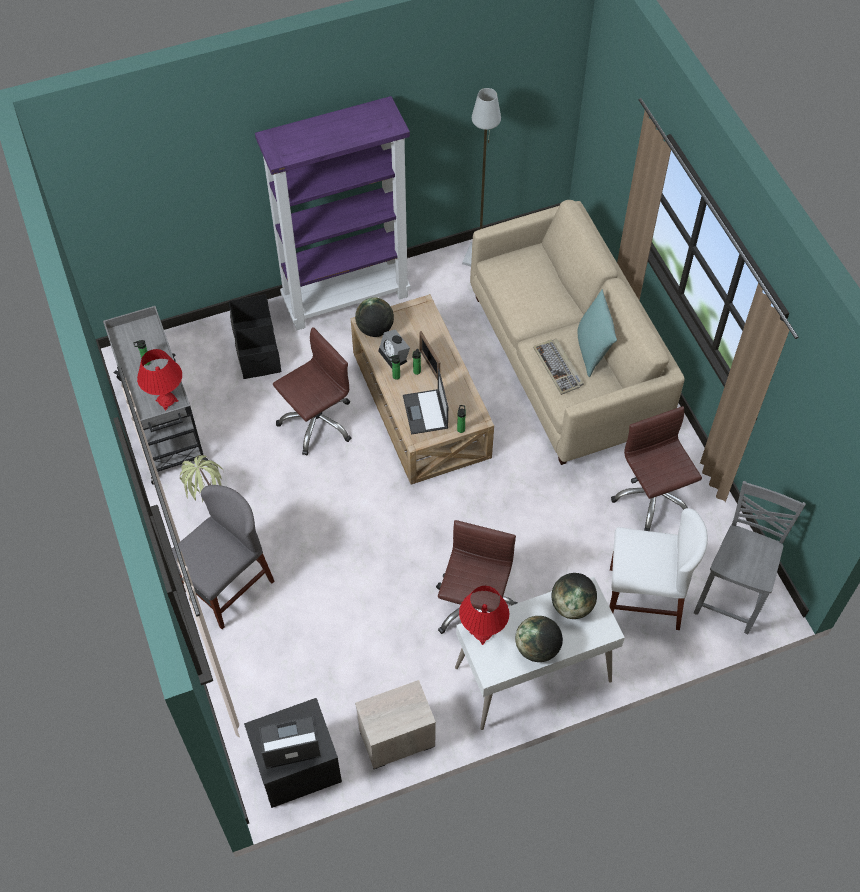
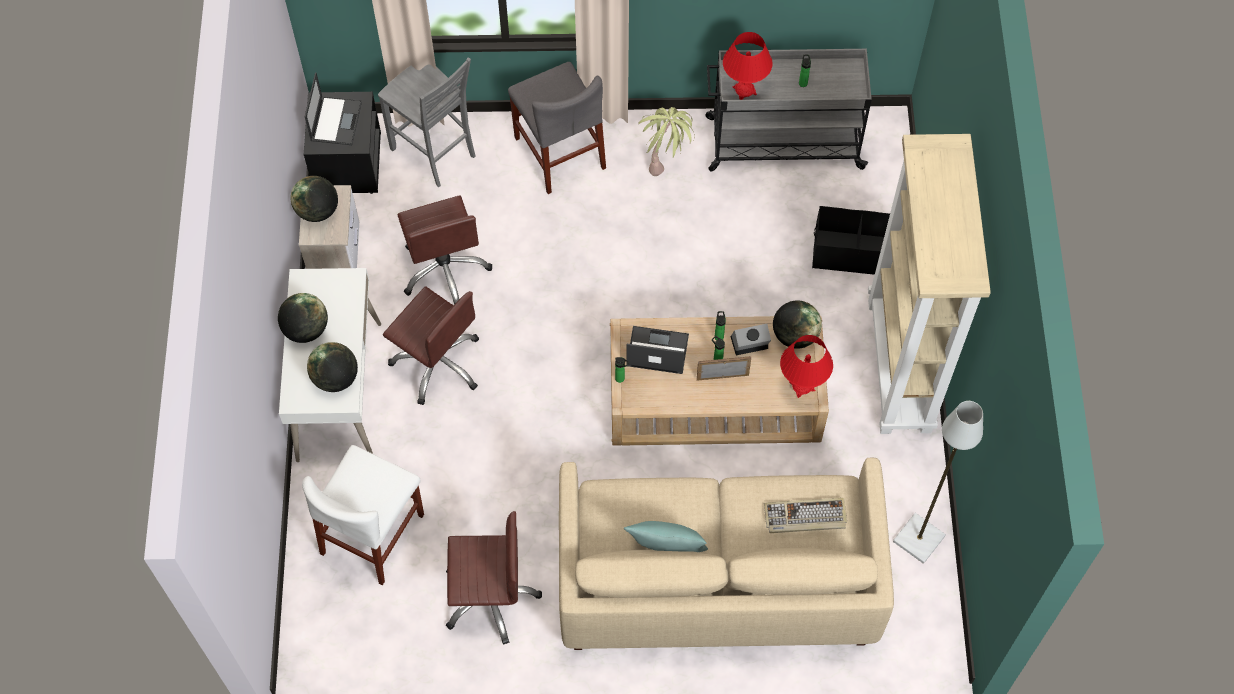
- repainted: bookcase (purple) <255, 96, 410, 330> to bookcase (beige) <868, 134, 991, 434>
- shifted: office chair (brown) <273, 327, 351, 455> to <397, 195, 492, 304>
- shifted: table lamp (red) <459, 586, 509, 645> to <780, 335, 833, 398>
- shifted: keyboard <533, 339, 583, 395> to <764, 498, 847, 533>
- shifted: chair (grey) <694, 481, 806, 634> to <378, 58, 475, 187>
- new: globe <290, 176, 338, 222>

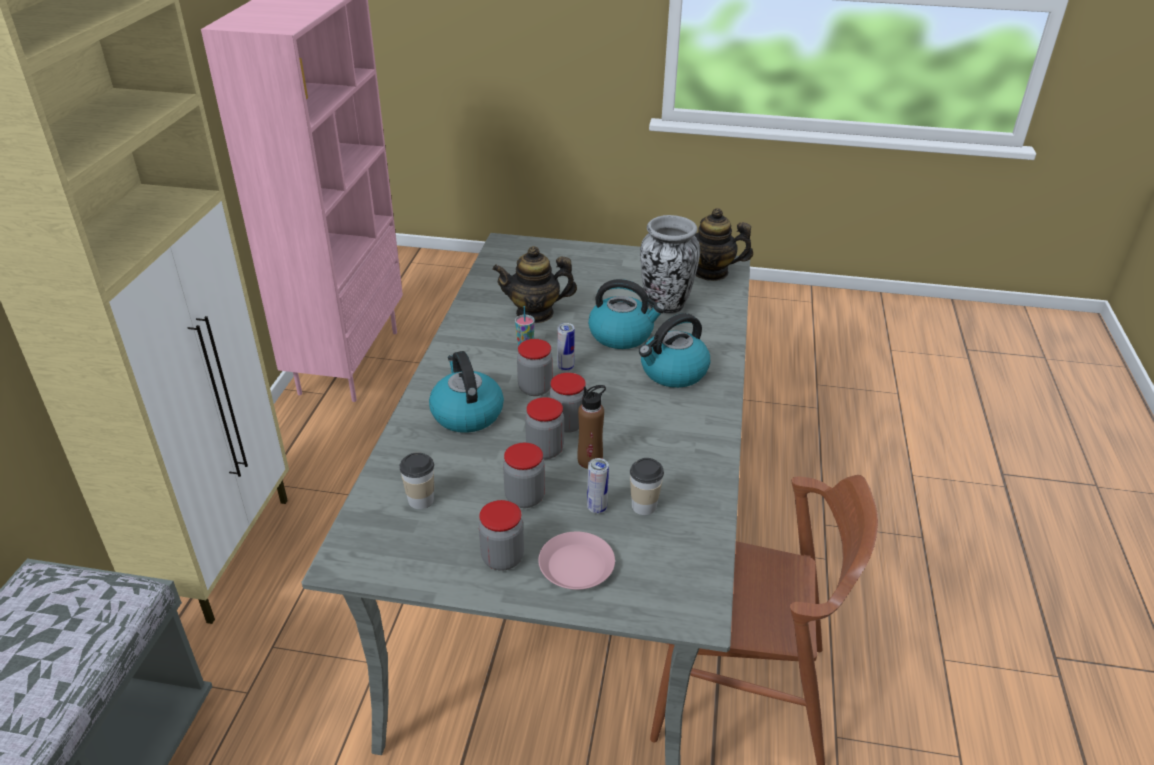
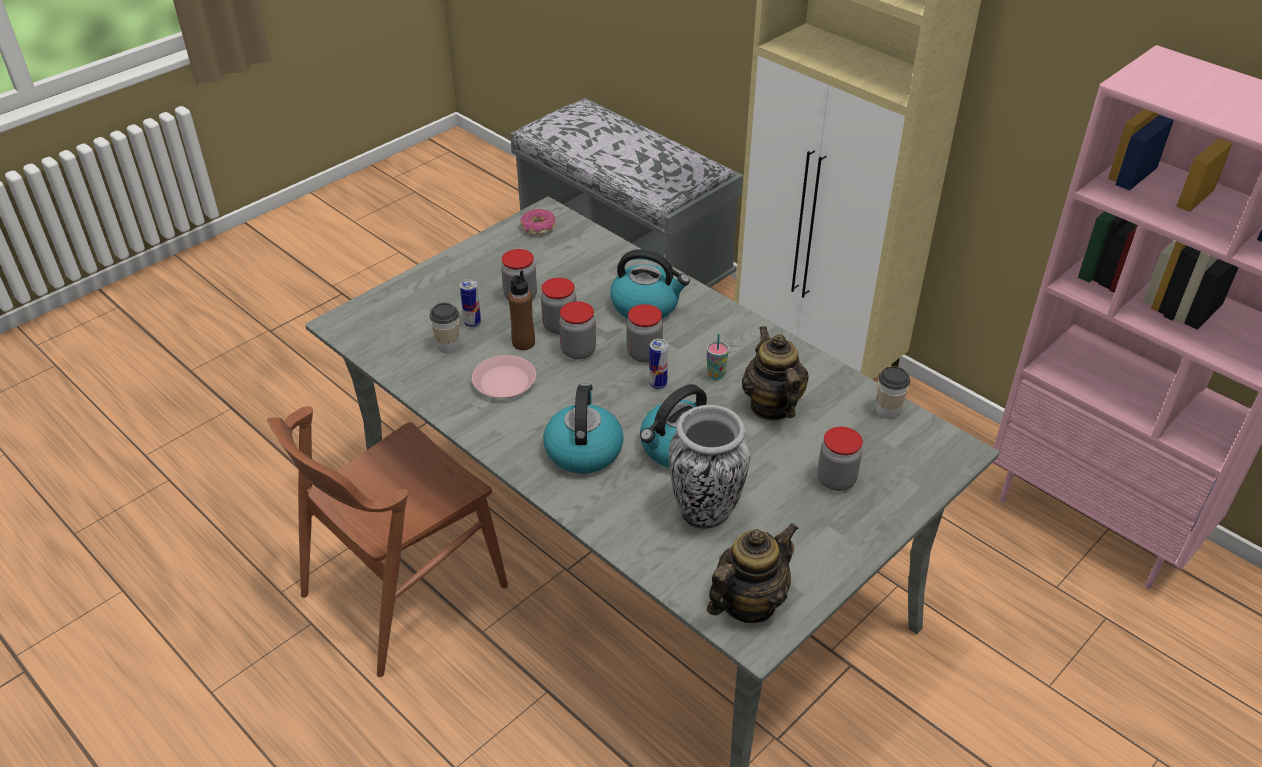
- shifted: cup <400, 452, 434, 509> to <876, 366, 910, 419>
- shifted: jar <479, 500, 524, 571> to <818, 427, 863, 491>
- rotated: teapot <492, 246, 577, 323> = <742, 326, 809, 421> 45 degrees counterclockwise
- shifted: plate (pink) <538, 532, 615, 590> to <472, 355, 536, 398>
- new: donut <520, 209, 556, 235>

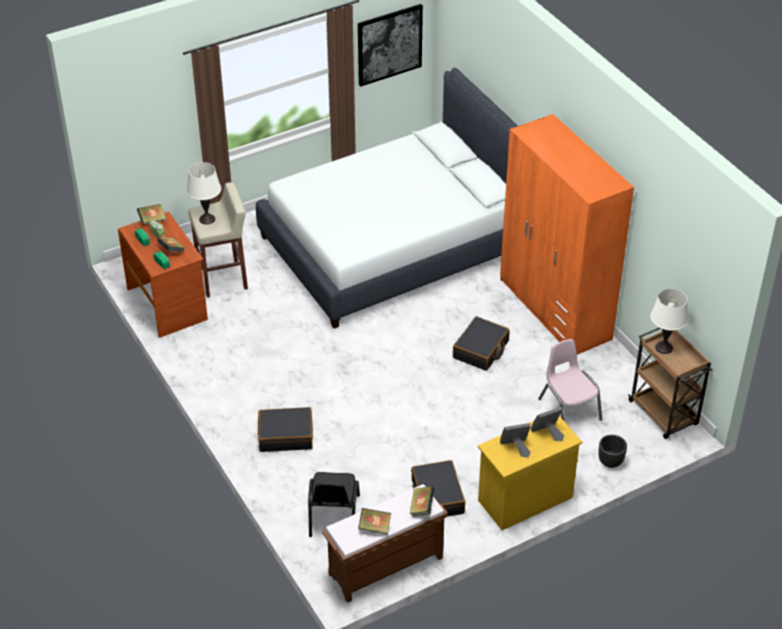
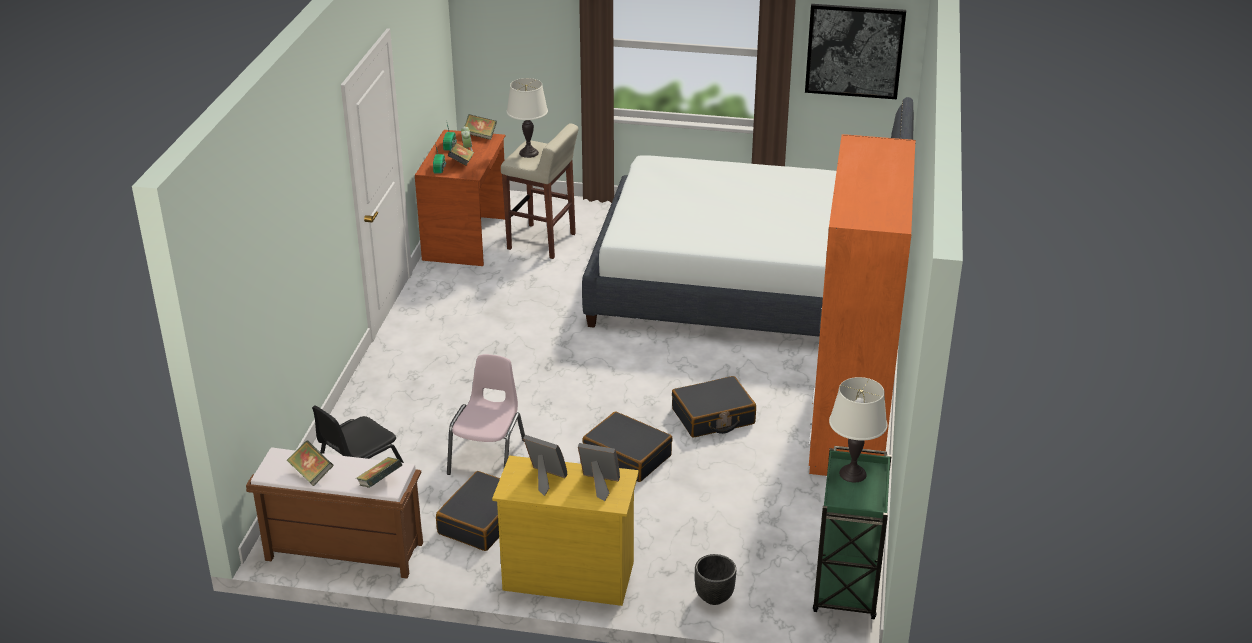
- shifted: suitcase (black) <258, 407, 313, 452> to <582, 411, 673, 482>
- shifted: chair (pink) <538, 339, 602, 421> to <447, 354, 525, 475>
- repainted: cart (brown) <628, 328, 712, 439> to cart (green) <813, 446, 892, 619>

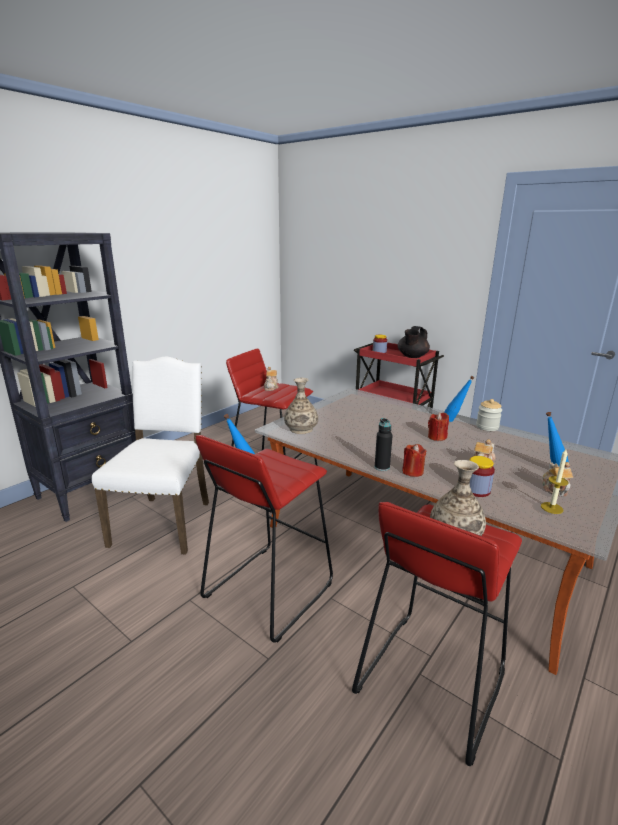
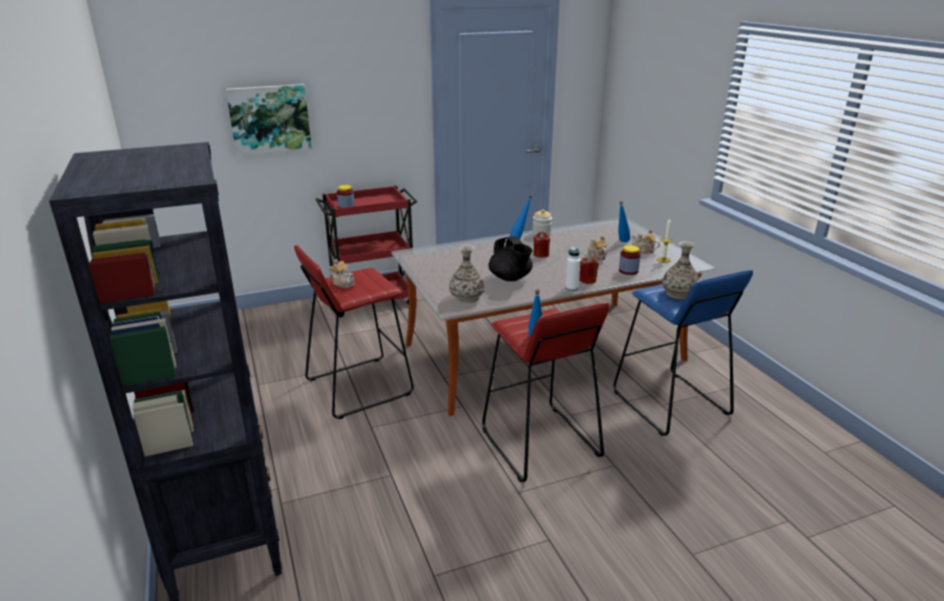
- gone: chair (white) <92, 356, 209, 555>
- repainted: stool (red) <352, 502, 522, 766> to stool (blue) <614, 269, 753, 436>
- repainted: bottle (black) <375, 418, 393, 471> to bottle (white) <565, 247, 581, 291>
- shifted: teapot (black) <398, 326, 430, 358> to <488, 236, 533, 281>
- new: picture <226, 84, 312, 156>

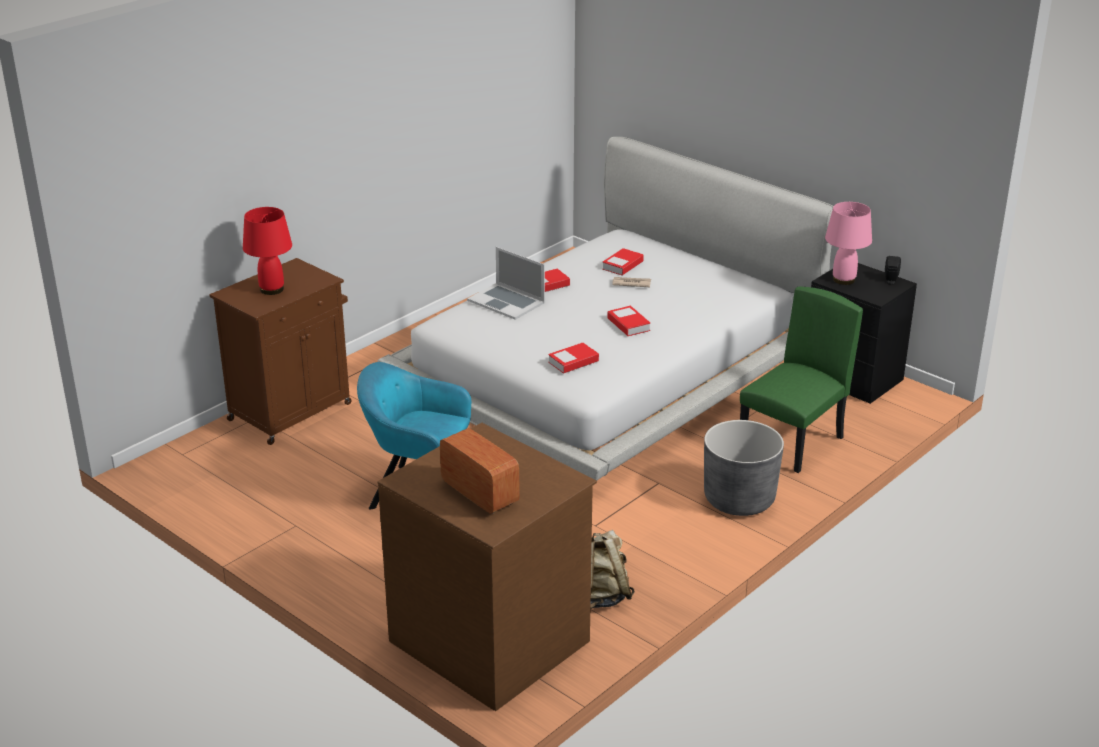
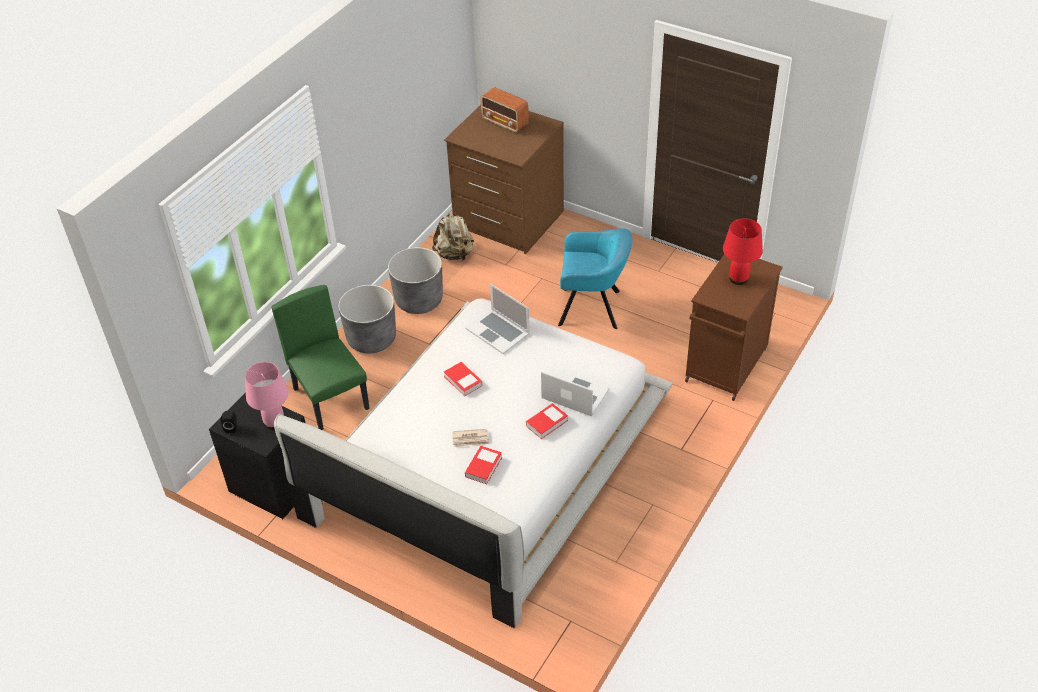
- swapped: book <548, 343, 599, 374> to laptop <465, 283, 530, 354>
- rotated: chair (green) <740, 286, 863, 473> = <271, 285, 370, 430> 120 degrees clockwise
- new: planter (grey) <388, 247, 443, 314>

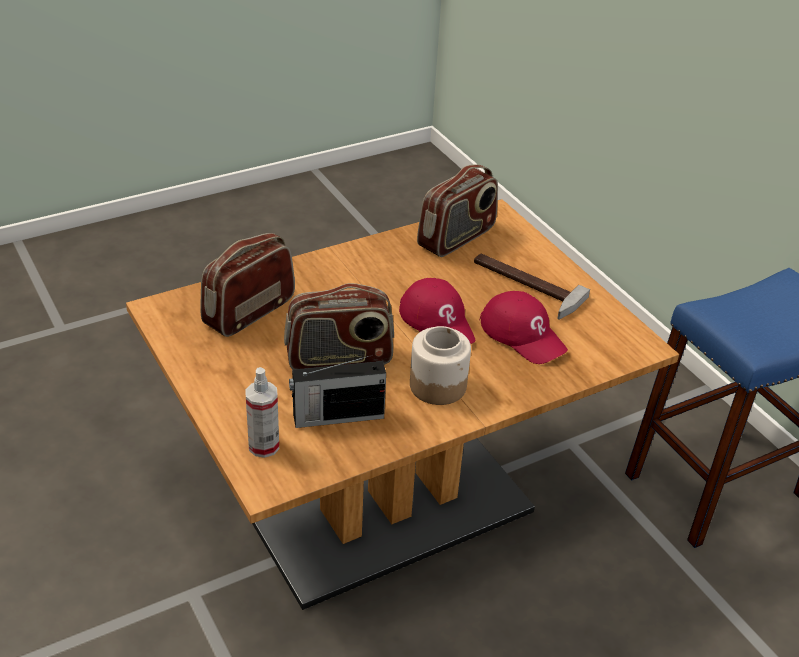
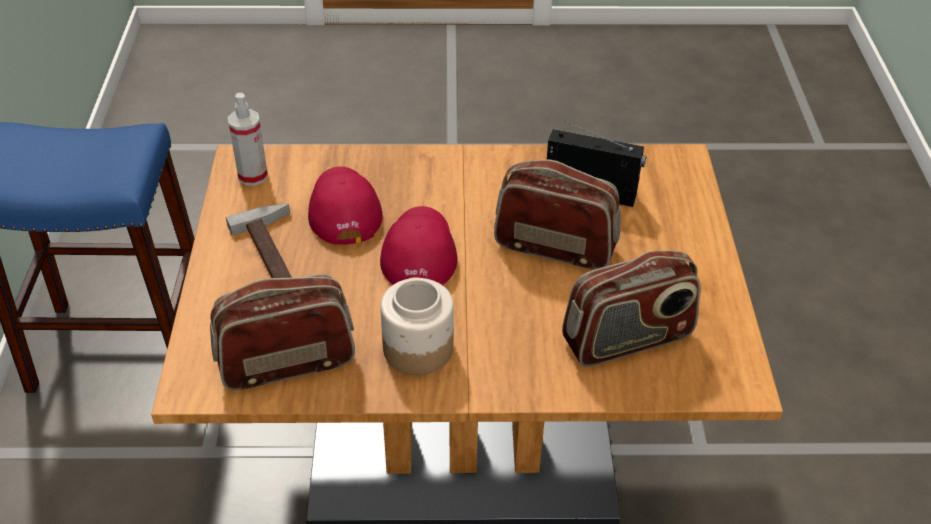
- shifted: spray bottle <245, 367, 279, 458> to <228, 93, 268, 186>
- shifted: jar <410, 326, 471, 405> to <380, 278, 454, 375>

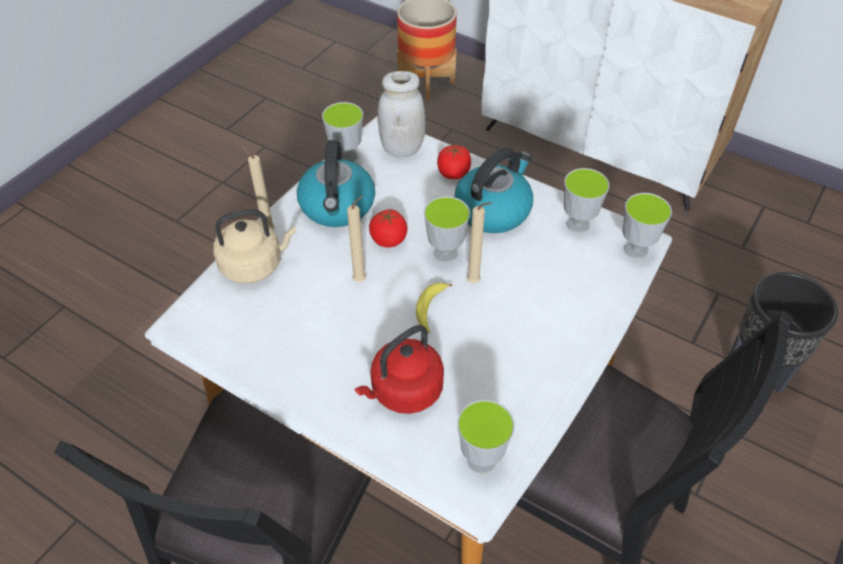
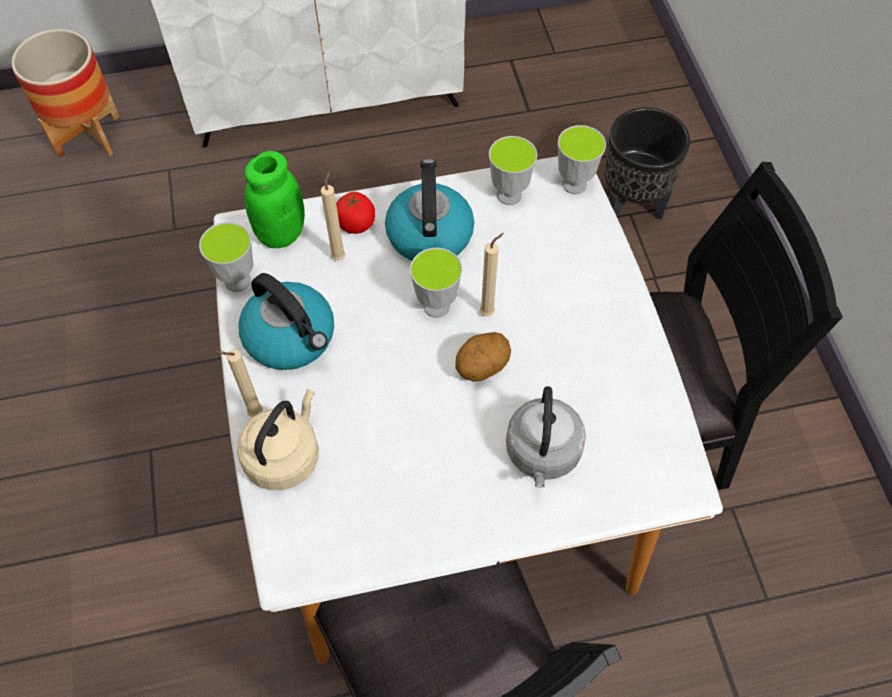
- shifted: candle (beige) <347, 195, 366, 282> to <321, 171, 345, 261>
- repainted: kettle (red) <355, 325, 444, 414> to kettle (grey) <506, 386, 586, 488>
- gone: tomato <369, 209, 408, 248>
- repainted: jar (white) <377, 71, 426, 157> to jar (green) <244, 151, 305, 248>
- swapped: banana <416, 283, 452, 333> to potato <455, 332, 511, 382>
- gone: cup <457, 400, 515, 474>

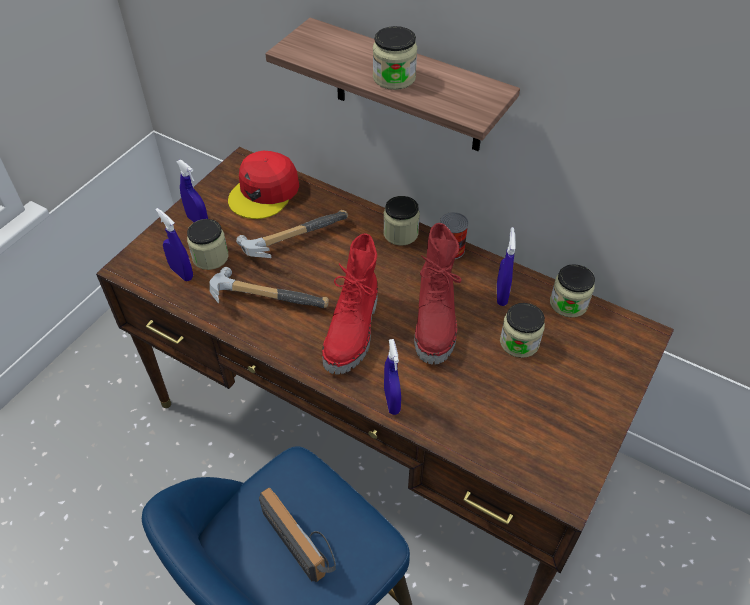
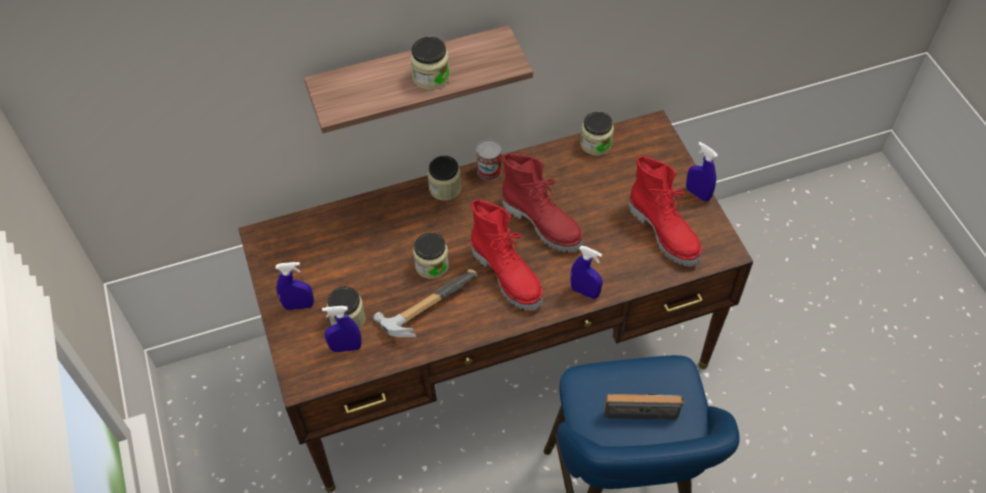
- gone: cap (red) <228, 151, 299, 219>
- gone: hammer <236, 210, 348, 258>
- shifted: spray bottle (blue) <497, 227, 516, 306> to <686, 142, 718, 202>
- shifted: jar <500, 303, 545, 358> to <413, 233, 449, 279>
- new: boot (red) <629, 156, 702, 267>

